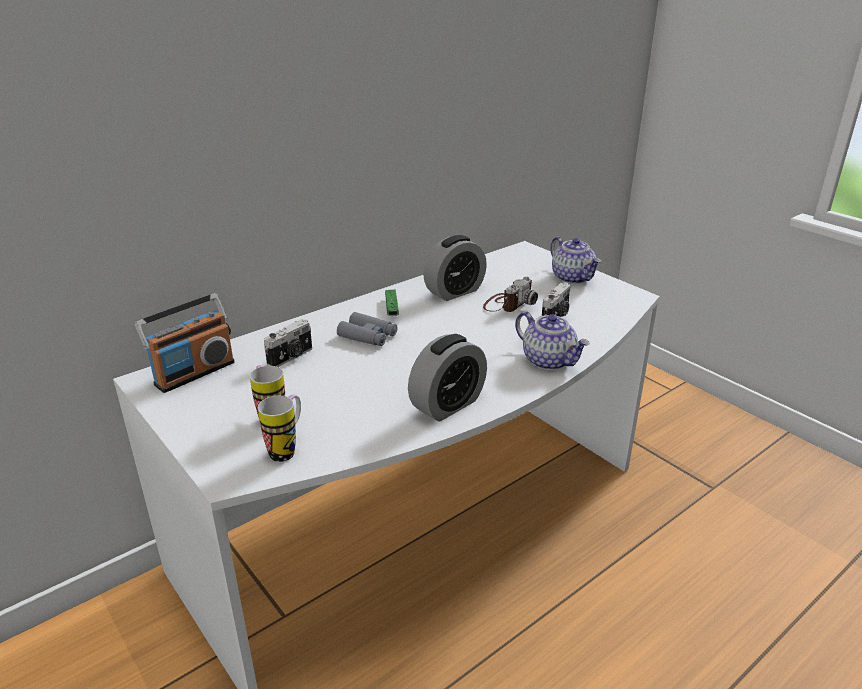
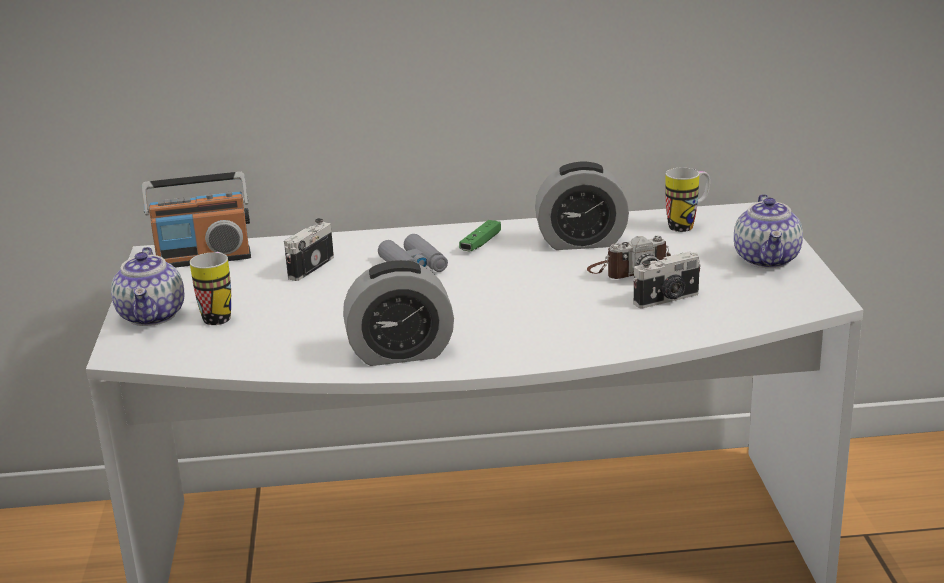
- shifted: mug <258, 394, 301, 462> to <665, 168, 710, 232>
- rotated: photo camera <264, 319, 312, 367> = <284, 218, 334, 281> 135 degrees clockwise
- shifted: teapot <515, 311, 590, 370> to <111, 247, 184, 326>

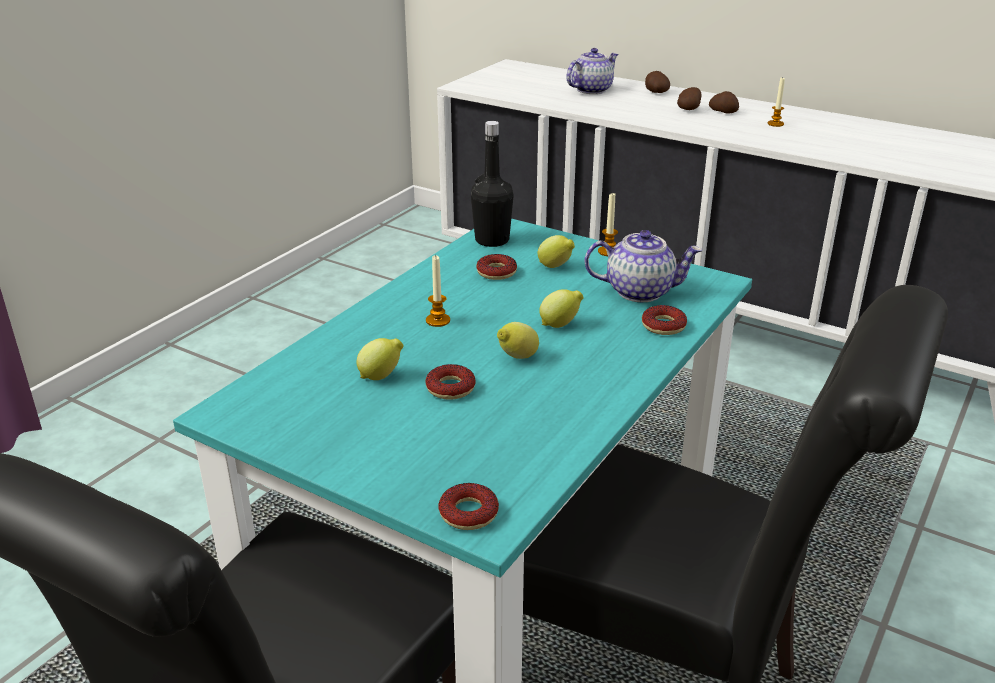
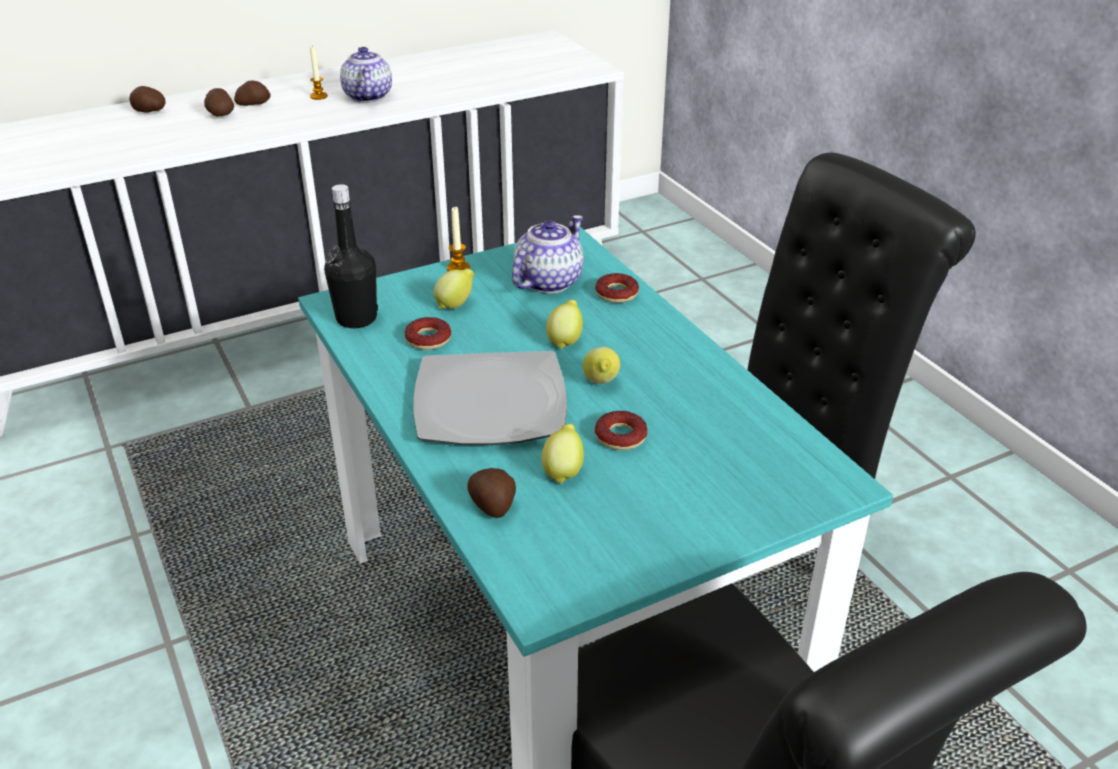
- swapped: candle <426, 255, 450, 327> to plate <413, 351, 567, 445>
- gone: donut <439, 483, 499, 530>
- shifted: teapot <566, 48, 618, 94> to <340, 47, 392, 103>
- new: potato <467, 468, 516, 518>

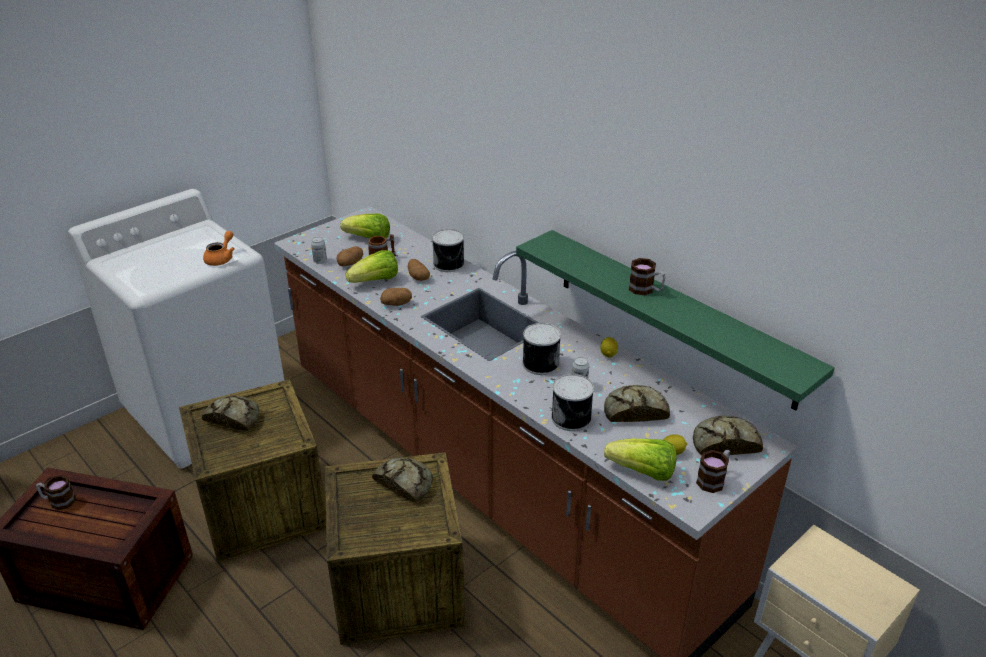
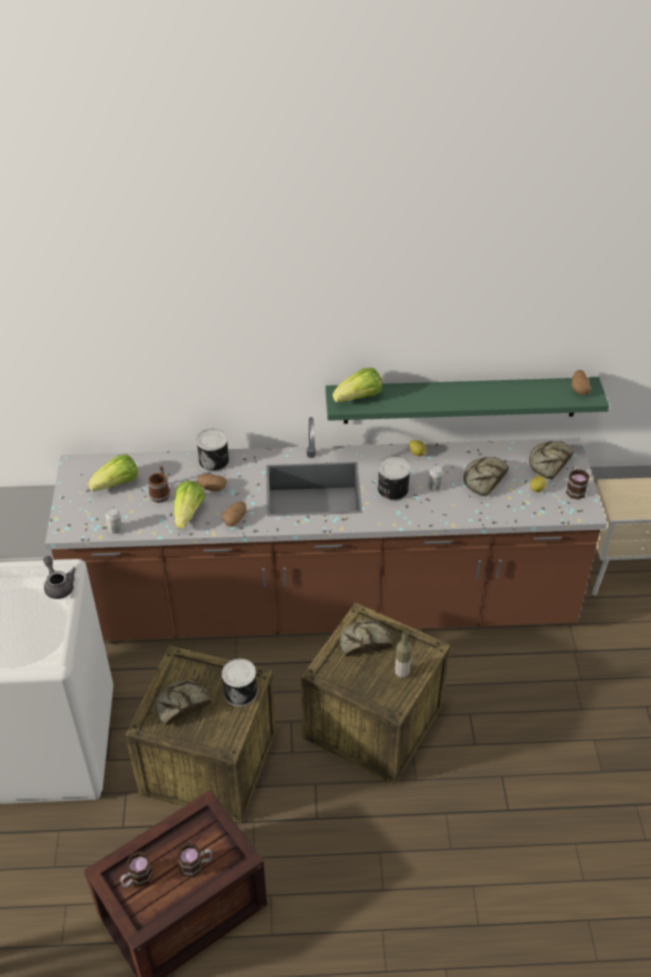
- repainted: teapot (orange) <203, 231, 235, 266> to teapot (grey) <43, 556, 76, 599>
- shifted: potato <337, 246, 363, 267> to <572, 370, 591, 395>
- shifted: can <551, 374, 594, 431> to <222, 658, 257, 706>
- shifted: lettuce <604, 439, 677, 481> to <333, 368, 382, 402>
- shifted: mug <629, 258, 666, 295> to <177, 843, 212, 878>
- new: bottle <395, 630, 412, 678>

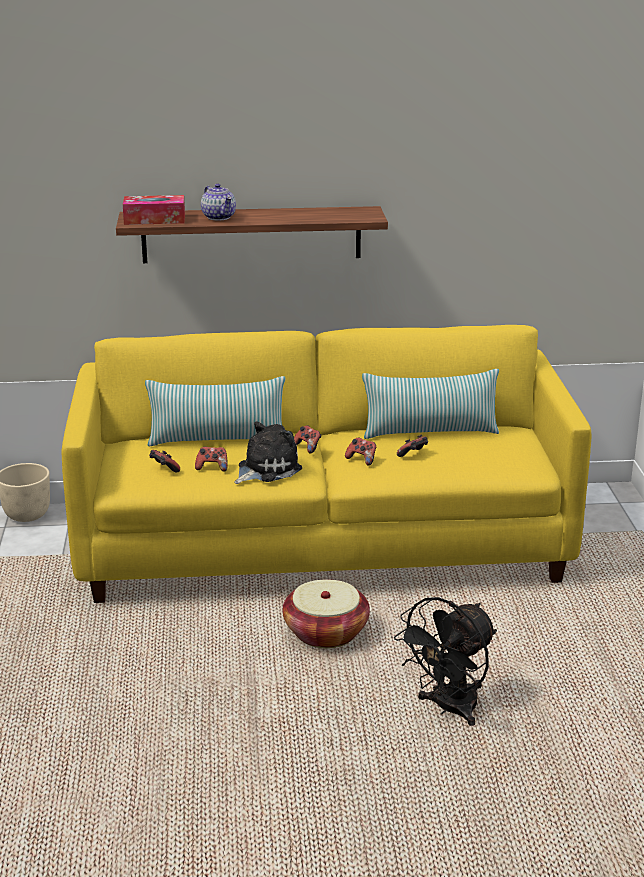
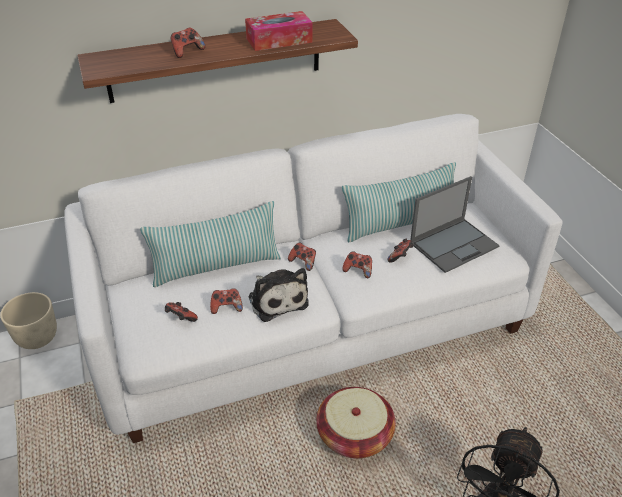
- repainted: sofa (yellow) <61, 325, 592, 603> to sofa (white) <64, 114, 563, 443>
- shifted: tissue box <123, 195, 185, 225> to <245, 11, 313, 51>
- swapped: teapot <201, 184, 236, 221> to game controller <170, 28, 205, 58>
- rotated: plush toy <234, 421, 302, 484> = <248, 268, 308, 322> 120 degrees clockwise
- new: laptop <410, 176, 500, 273>

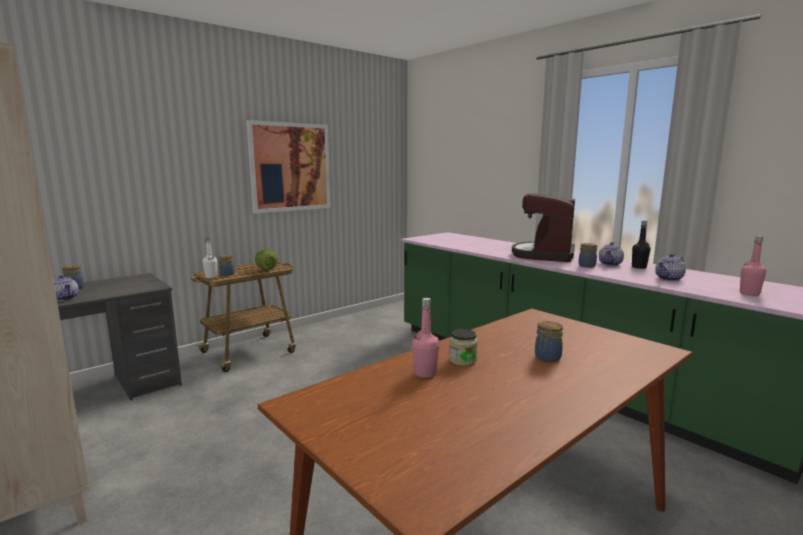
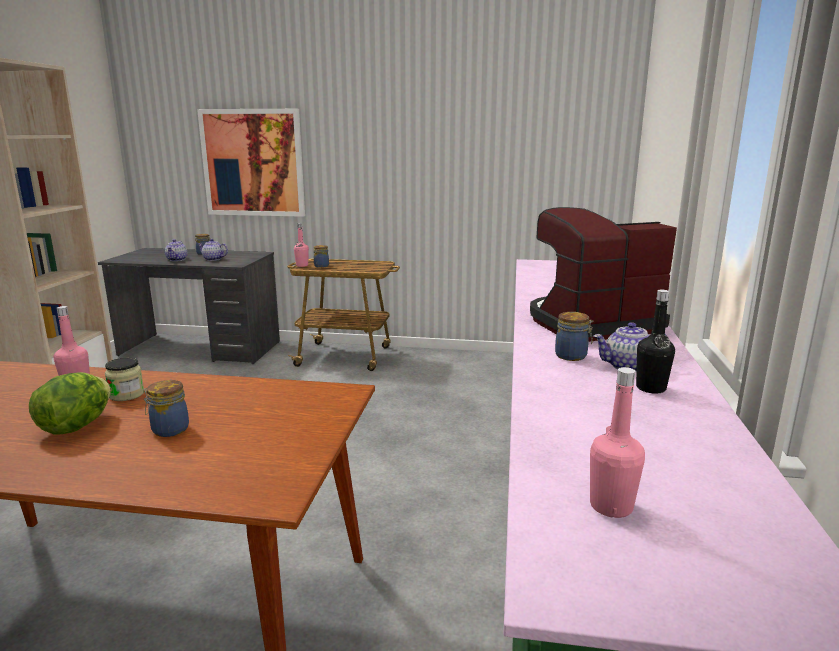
- repainted: bottle (white) <202, 238, 217, 278> to bottle (pink) <294, 223, 309, 267>
- shifted: picture <246, 120, 331, 213> to <197, 109, 305, 217>
- shifted: lettuce <255, 248, 278, 270> to <29, 372, 111, 435>
- shifted: teapot <655, 254, 686, 281> to <198, 239, 228, 261>

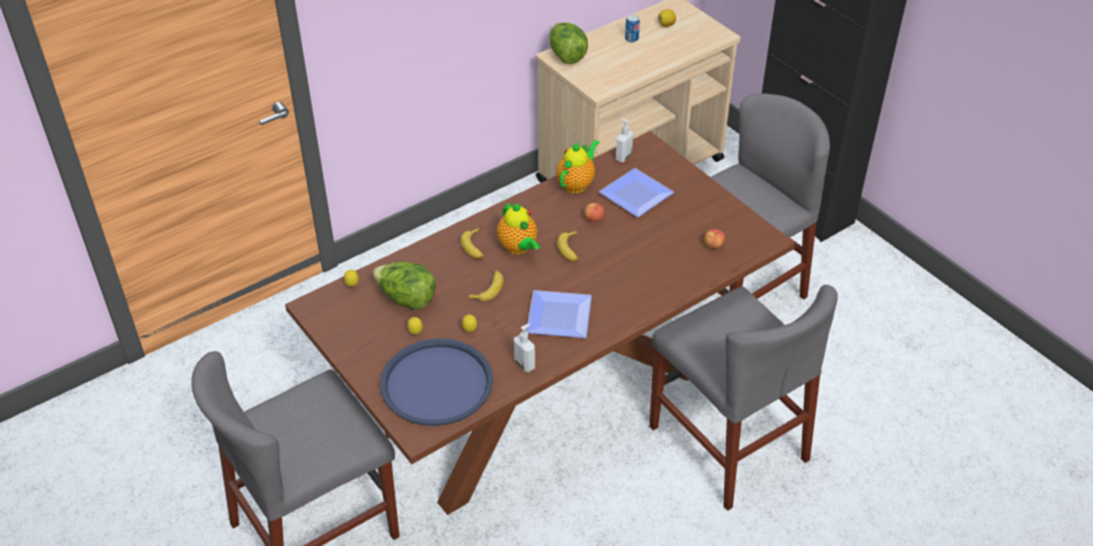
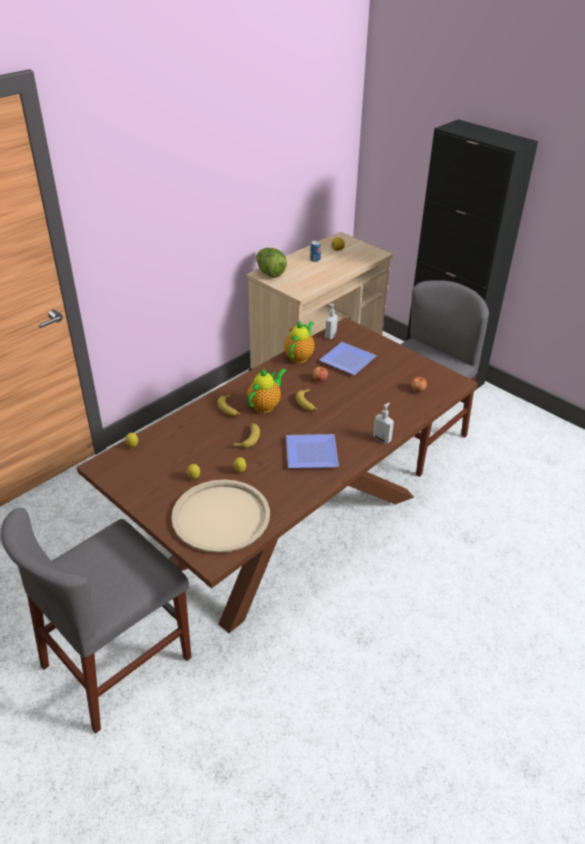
- gone: lettuce <373, 262, 436, 309>
- repainted: tray (blue) <380, 338, 493, 426> to tray (beige) <171, 479, 270, 553>
- rotated: teapot <497, 203, 540, 254> = <247, 368, 286, 413> 105 degrees counterclockwise
- shifted: soap dispenser <514, 323, 535, 372> to <373, 402, 394, 444>
- gone: chair (grey) <649, 285, 838, 511>

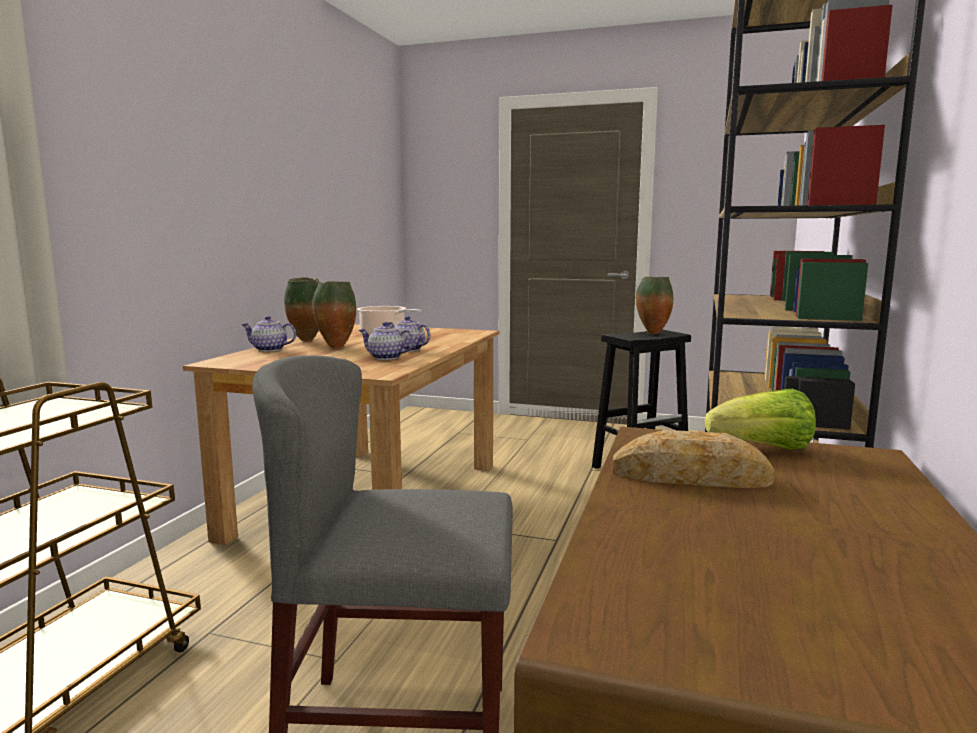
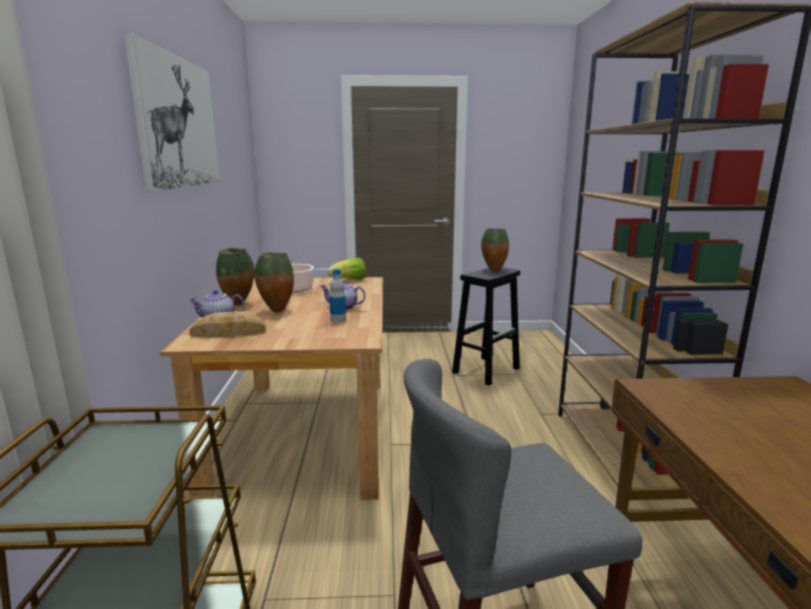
- swapped: teapot <359, 322, 414, 360> to bottle <329, 269, 346, 323>
- shifted: bread <613, 430, 774, 488> to <189, 311, 266, 338>
- shifted: lettuce <705, 389, 816, 450> to <328, 257, 366, 280>
- new: picture <124, 33, 220, 192>

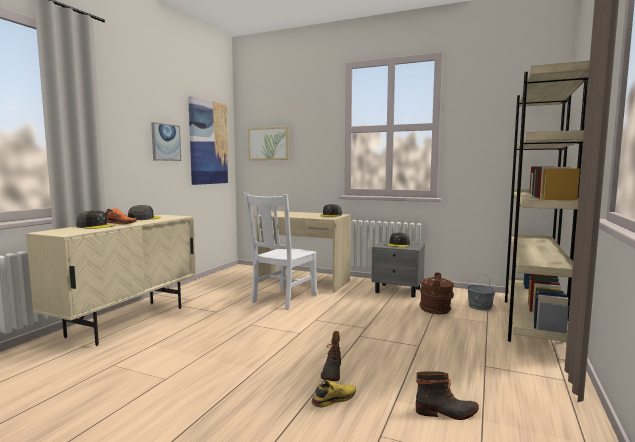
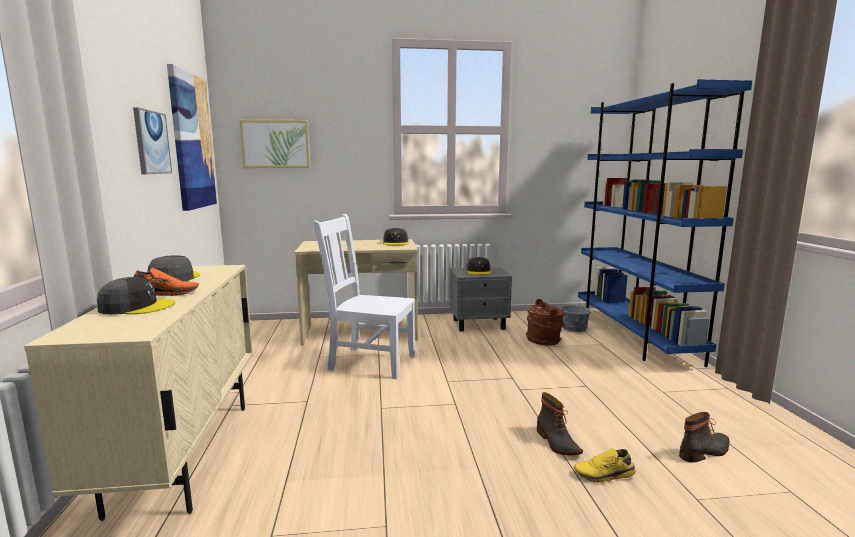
- rotated: chair (white) <244, 193, 317, 310> = <313, 214, 415, 379> 105 degrees clockwise
- rotated: shoe (yellow) <311, 380, 356, 408> = <574, 448, 636, 483> 120 degrees counterclockwise
- repainted: bookcase (beige) <505, 60, 590, 342> to bookcase (blue) <578, 79, 752, 367>

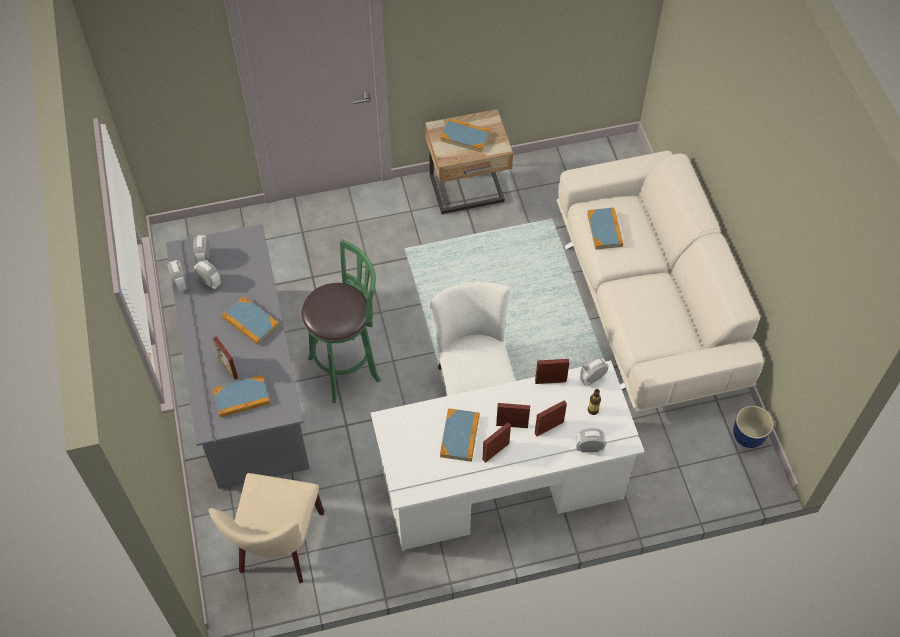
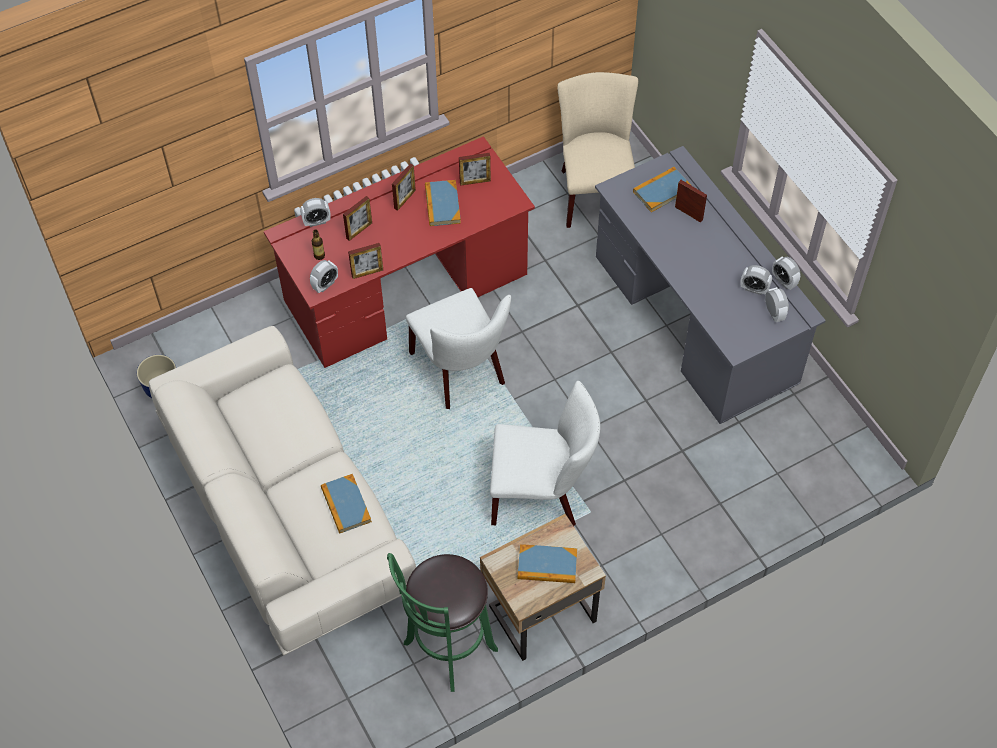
- gone: book <222, 296, 279, 345>
- shifted: stool (green) <302, 239, 381, 403> to <387, 553, 498, 692>
- repainted: desk (white) <371, 361, 645, 550> to desk (red) <264, 136, 535, 368>
- shifted: picture frame <496, 403, 530, 428> to <459, 153, 491, 186>
- new: chair (white) <490, 381, 600, 526>

